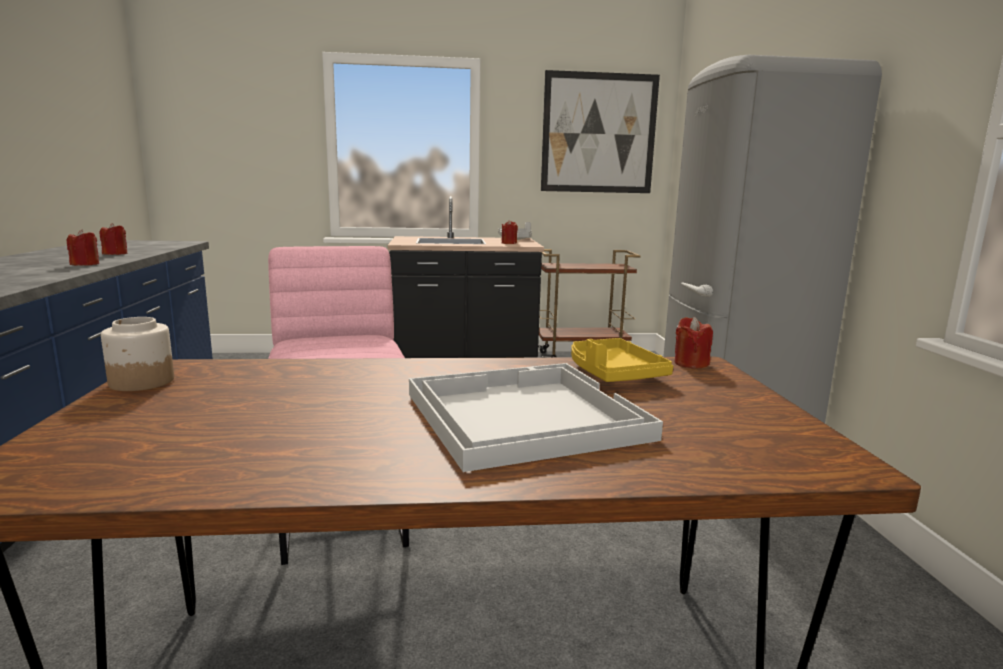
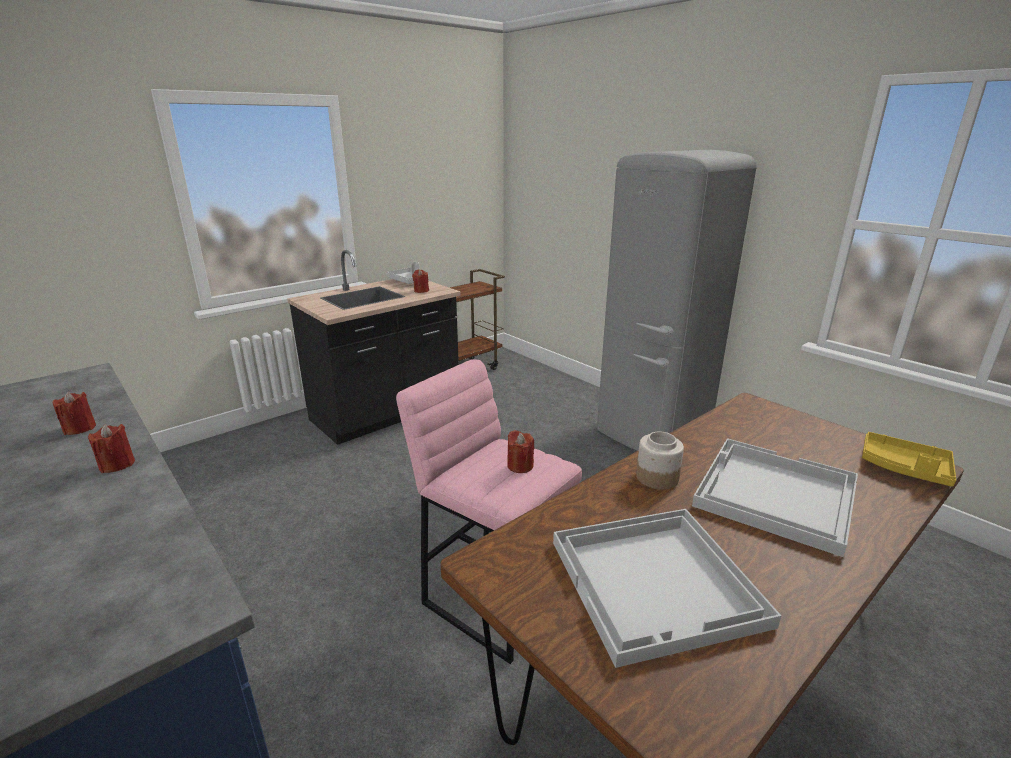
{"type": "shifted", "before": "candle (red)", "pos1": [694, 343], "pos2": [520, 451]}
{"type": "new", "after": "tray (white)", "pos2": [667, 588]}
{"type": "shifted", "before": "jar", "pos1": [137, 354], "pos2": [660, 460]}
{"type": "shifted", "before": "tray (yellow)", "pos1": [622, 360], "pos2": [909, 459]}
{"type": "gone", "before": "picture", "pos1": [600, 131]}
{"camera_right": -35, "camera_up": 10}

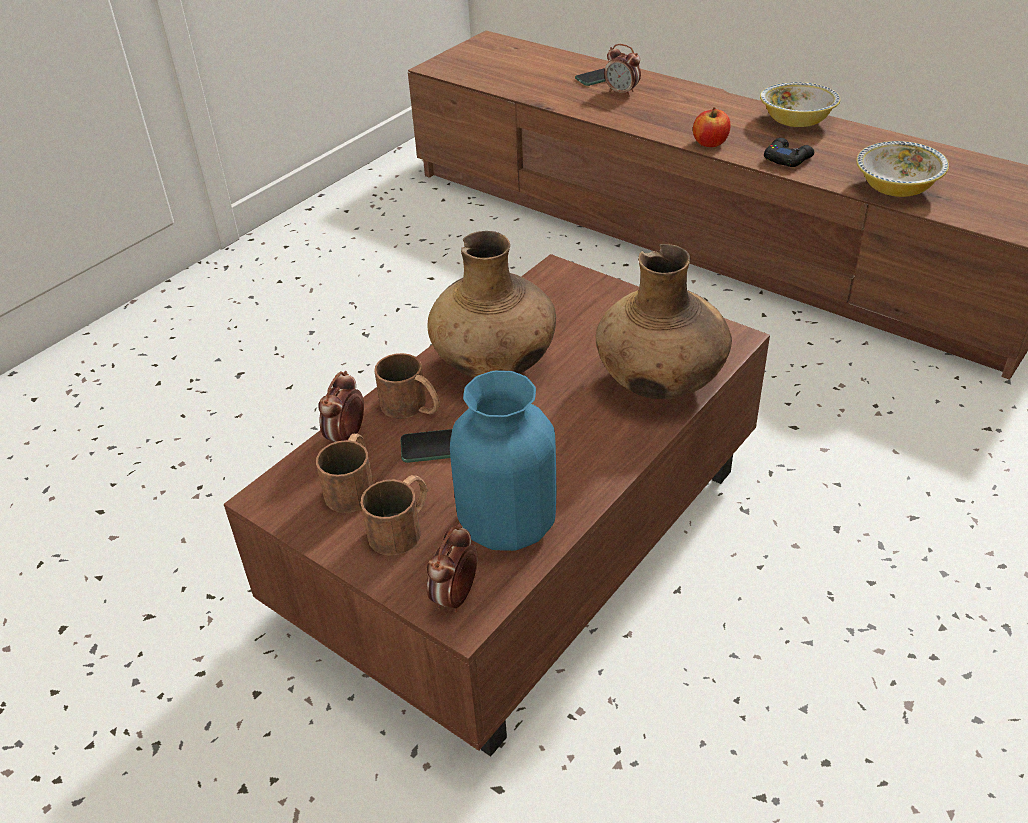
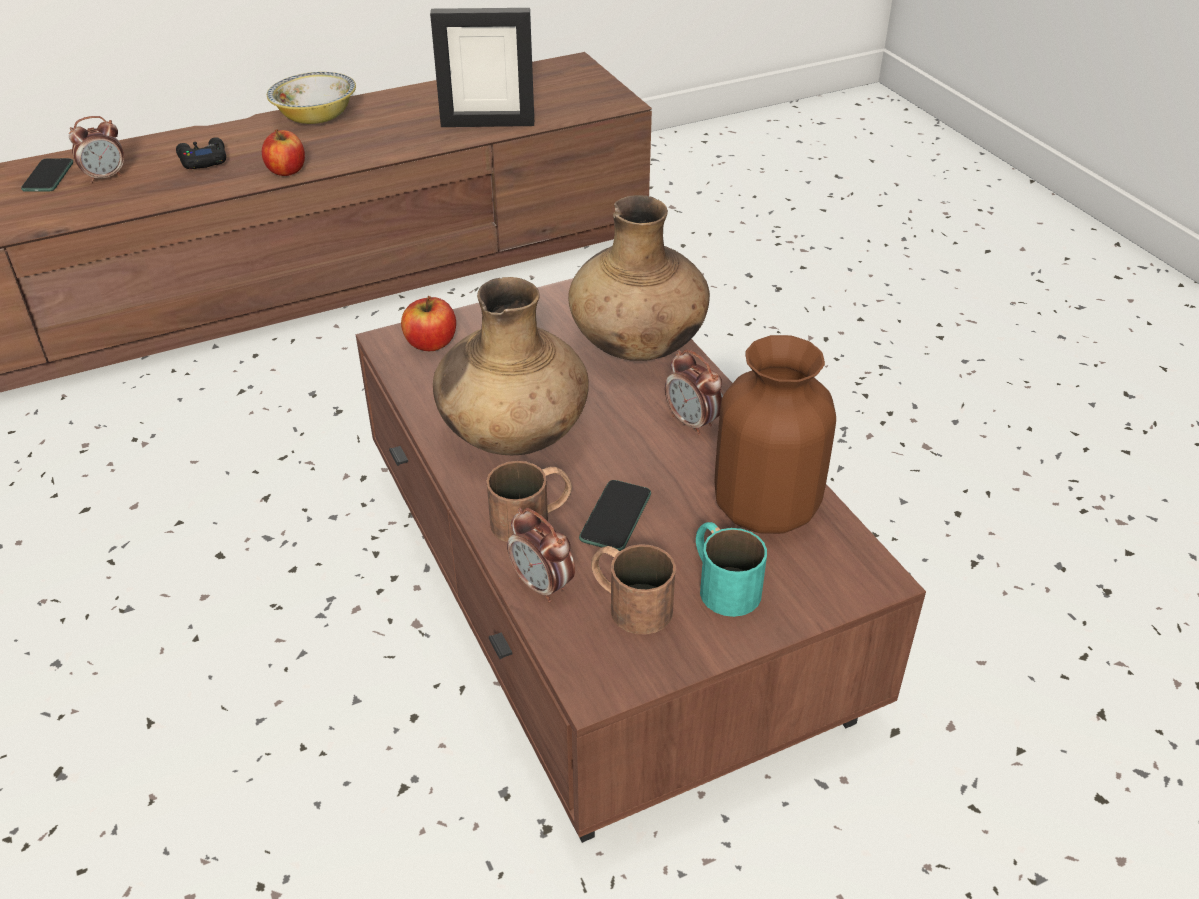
{"type": "shifted", "before": "game controller (black)", "pos1": [789, 152], "pos2": [201, 153]}
{"type": "new", "after": "apple", "pos2": [428, 323]}
{"type": "swapped", "before": "bowl", "after": "picture frame", "pos1": [902, 169], "pos2": [482, 67]}
{"type": "shifted", "before": "alarm clock", "pos1": [452, 567], "pos2": [694, 392]}
{"type": "repainted", "before": "mug (brown)", "after": "mug (turquoise)", "pos1": [394, 515], "pos2": [731, 569]}
{"type": "repainted", "before": "vase (blue)", "after": "vase (brown)", "pos1": [503, 461], "pos2": [775, 434]}
{"camera_right": -65, "camera_up": 0}

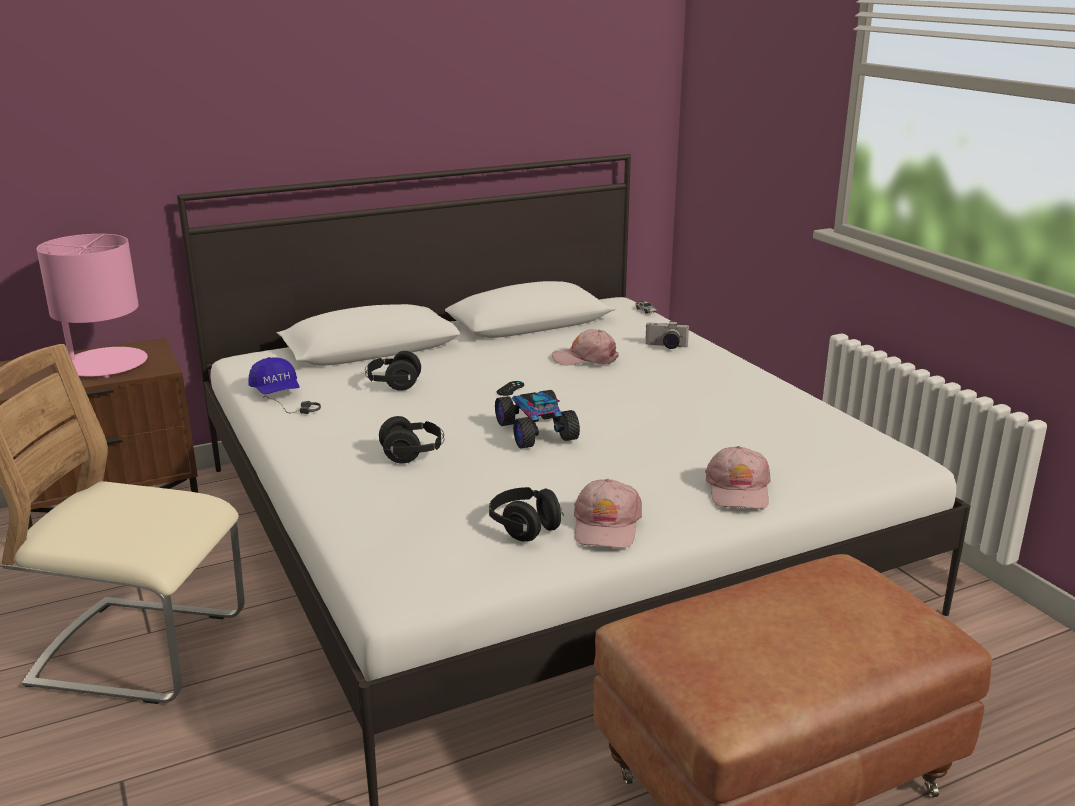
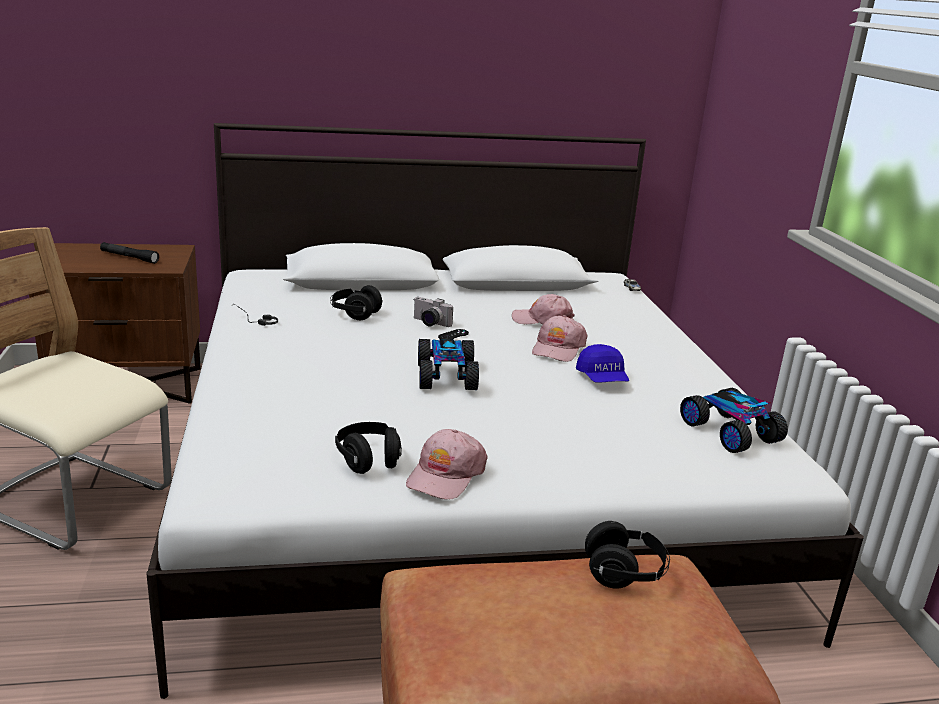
{"type": "swapped", "before": "table lamp (pink)", "after": "flashlight (black)", "pos1": [92, 306], "pos2": [129, 253]}
{"type": "shifted", "before": "photo camera", "pos1": [667, 335], "pos2": [433, 312]}
{"type": "shifted", "before": "cap (pink)", "pos1": [737, 477], "pos2": [559, 338]}
{"type": "shifted", "before": "cap (blue)", "pos1": [274, 375], "pos2": [602, 363]}
{"type": "shifted", "before": "headphones (black)", "pos1": [411, 440], "pos2": [627, 555]}
{"type": "new", "after": "toy car", "pos2": [734, 420]}
{"camera_right": 15, "camera_up": 0}

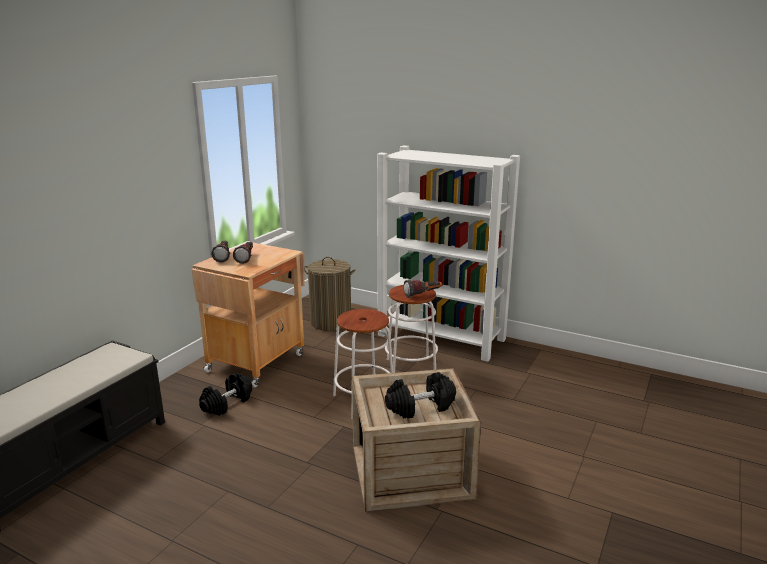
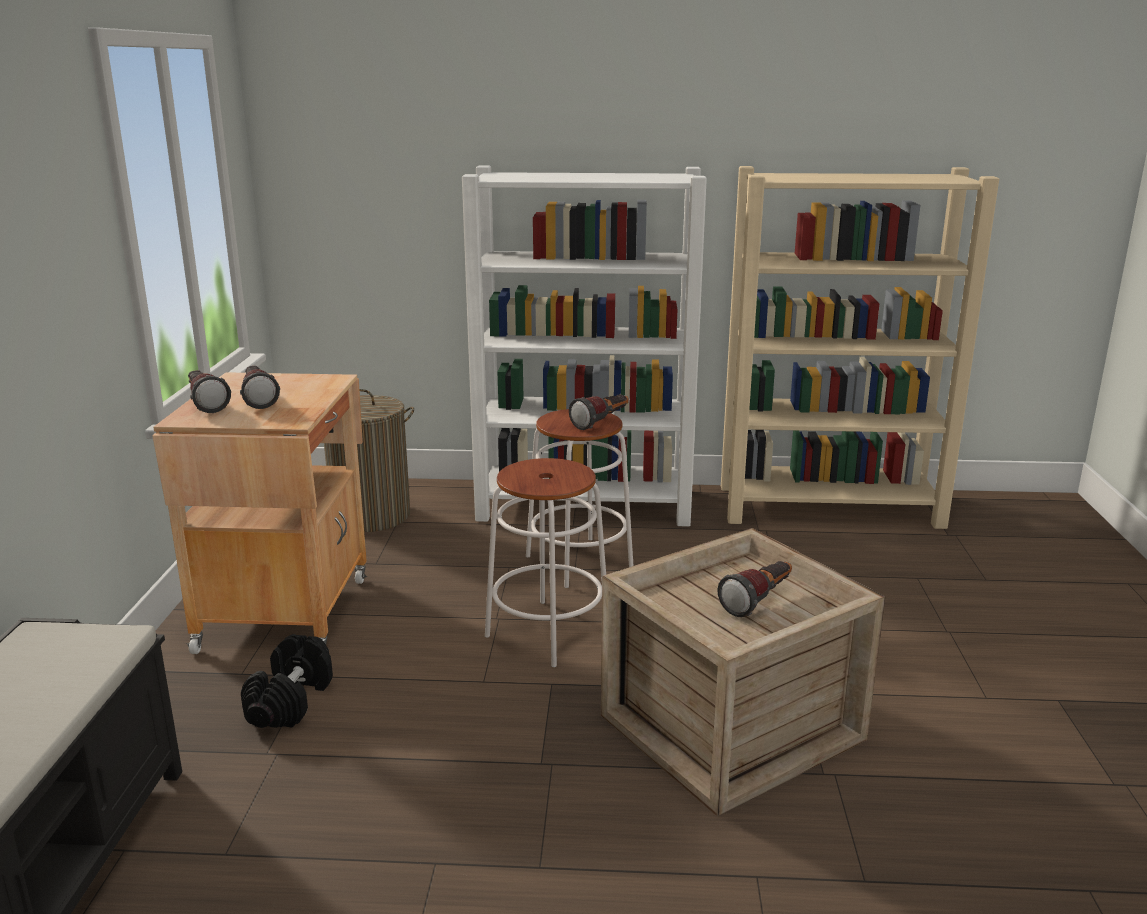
{"type": "swapped", "before": "dumbbell (black)", "after": "flashlight", "pos1": [420, 395], "pos2": [754, 589]}
{"type": "new", "after": "bookcase (beige)", "pos2": [860, 347]}
{"camera_right": -25, "camera_up": 0}

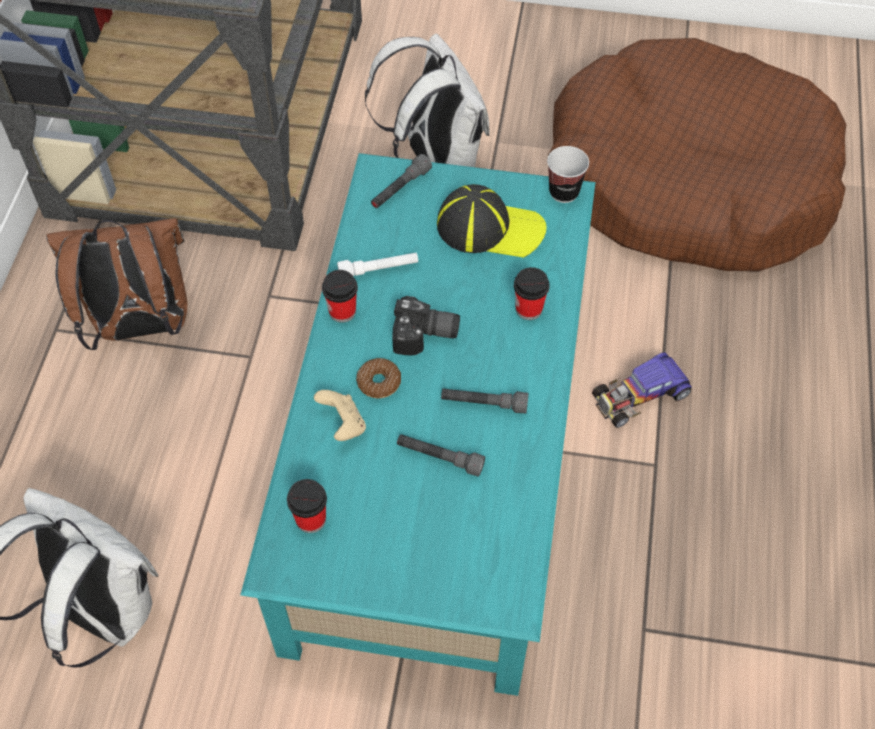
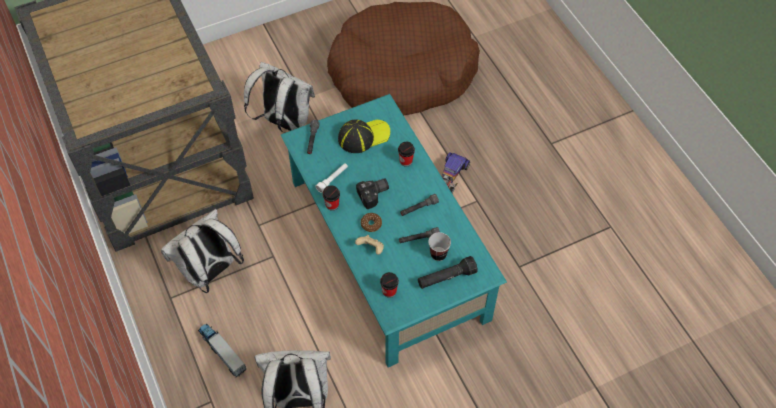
{"type": "repainted", "before": "backpack (brown)", "after": "backpack (white)", "pos1": [117, 284], "pos2": [202, 251]}
{"type": "new", "after": "toy truck", "pos2": [222, 350]}
{"type": "new", "after": "flashlight (black)", "pos2": [448, 272]}
{"type": "shifted", "before": "cup", "pos1": [568, 174], "pos2": [439, 246]}
{"camera_right": -35, "camera_up": 0}

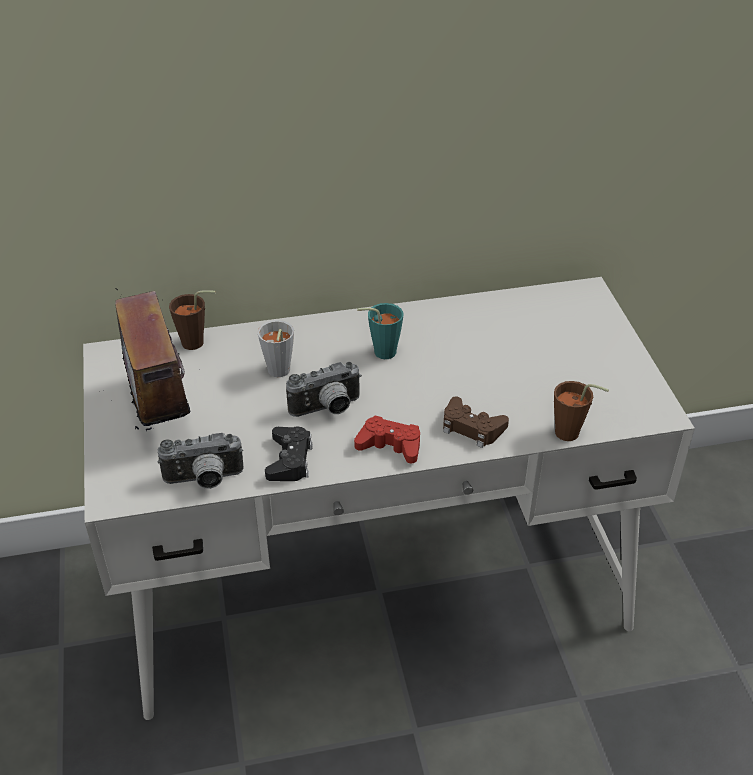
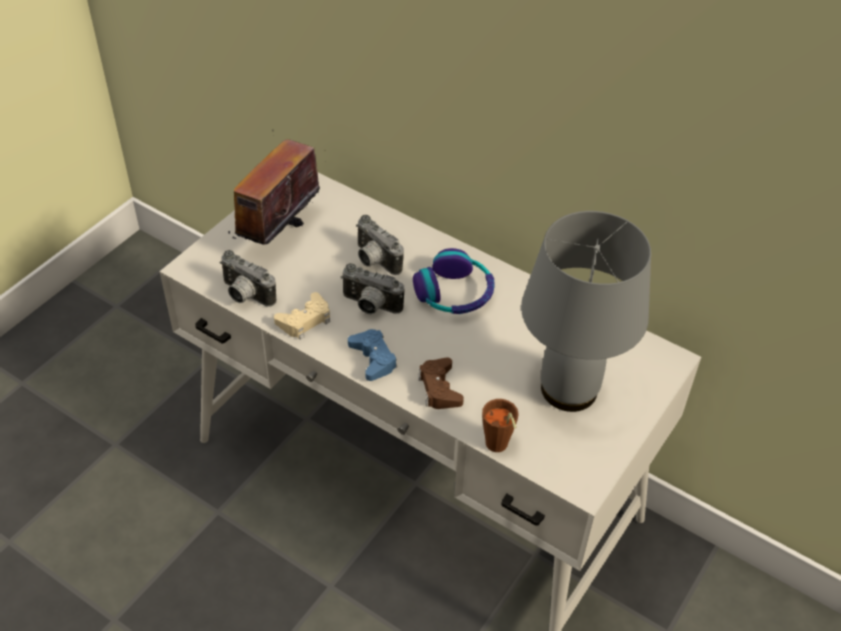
{"type": "repainted", "before": "game controller (black)", "after": "game controller (beige)", "pos1": [289, 454], "pos2": [302, 315]}
{"type": "repainted", "before": "game controller (red)", "after": "game controller (blue)", "pos1": [387, 439], "pos2": [372, 355]}
{"type": "swapped", "before": "cup (grey)", "after": "photo camera", "pos1": [276, 348], "pos2": [380, 245]}
{"type": "swapped", "before": "cup (turquoise)", "after": "headphones", "pos1": [380, 331], "pos2": [454, 281]}
{"type": "new", "after": "table lamp (grey)", "pos2": [586, 311]}
{"type": "gone", "before": "cup (brown)", "pos1": [192, 320]}
{"camera_right": 45, "camera_up": 5}

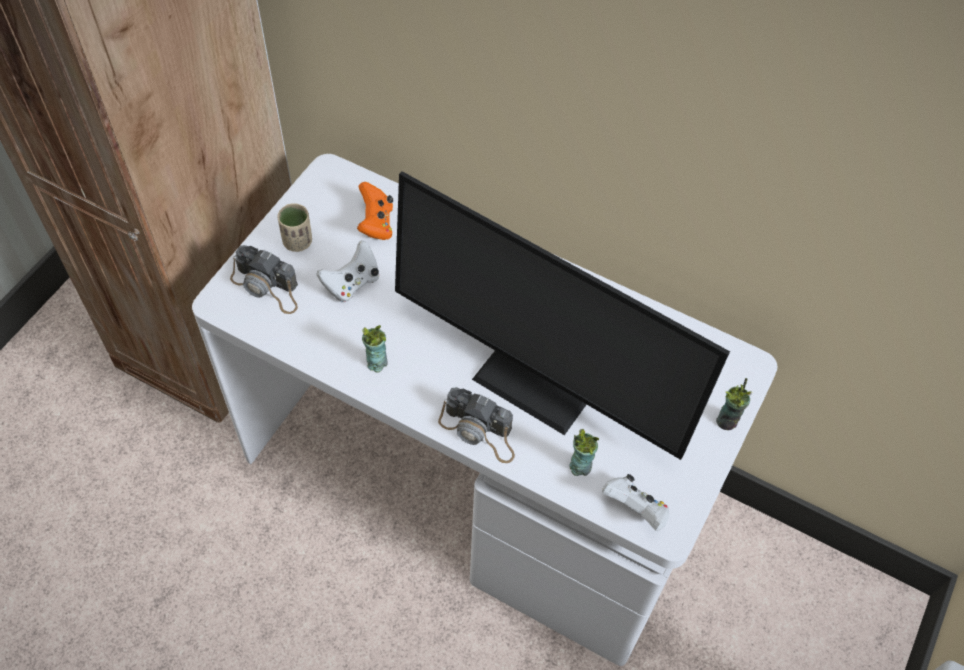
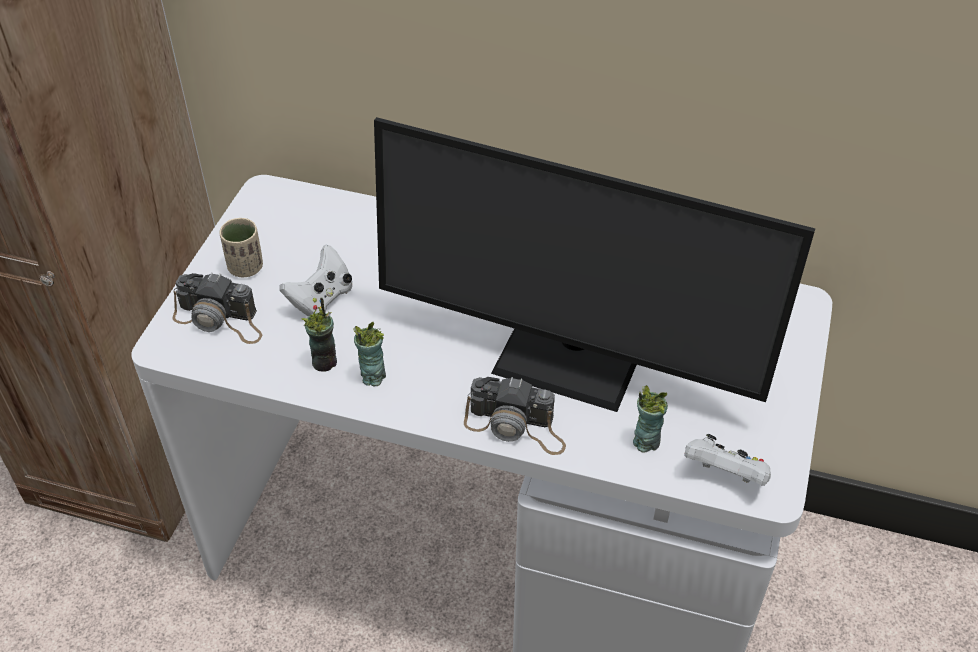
{"type": "shifted", "before": "cup", "pos1": [734, 404], "pos2": [319, 334]}
{"type": "gone", "before": "game controller (orange)", "pos1": [375, 211]}
{"camera_right": -10, "camera_up": -10}

